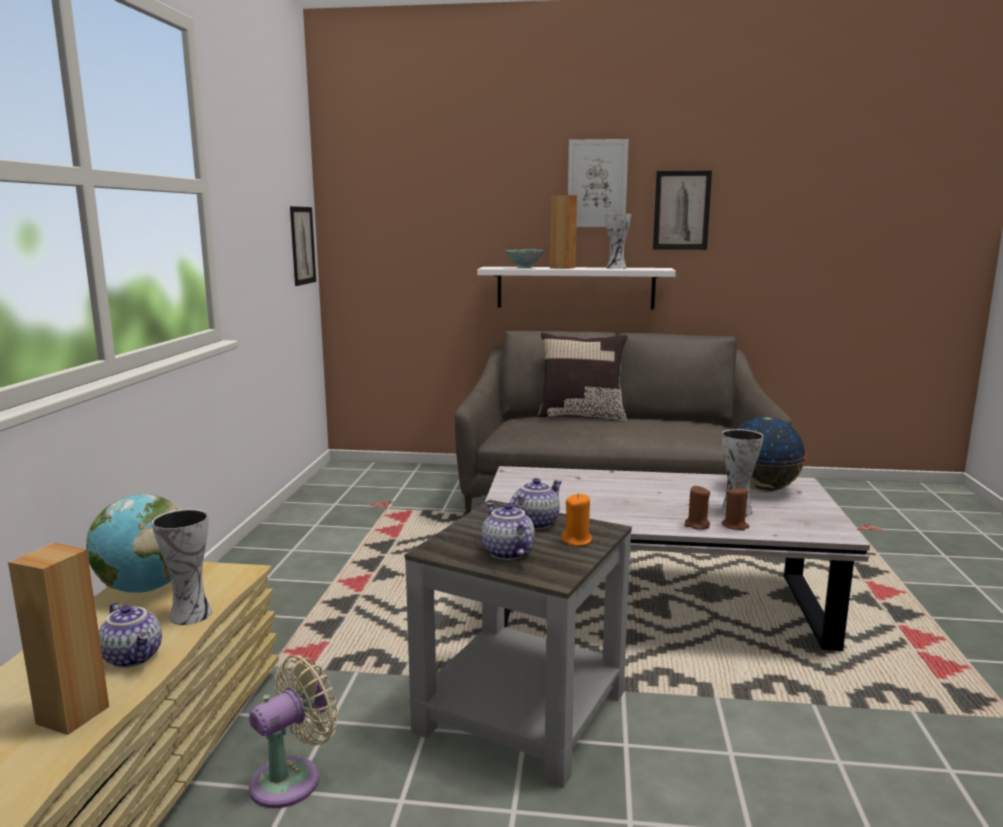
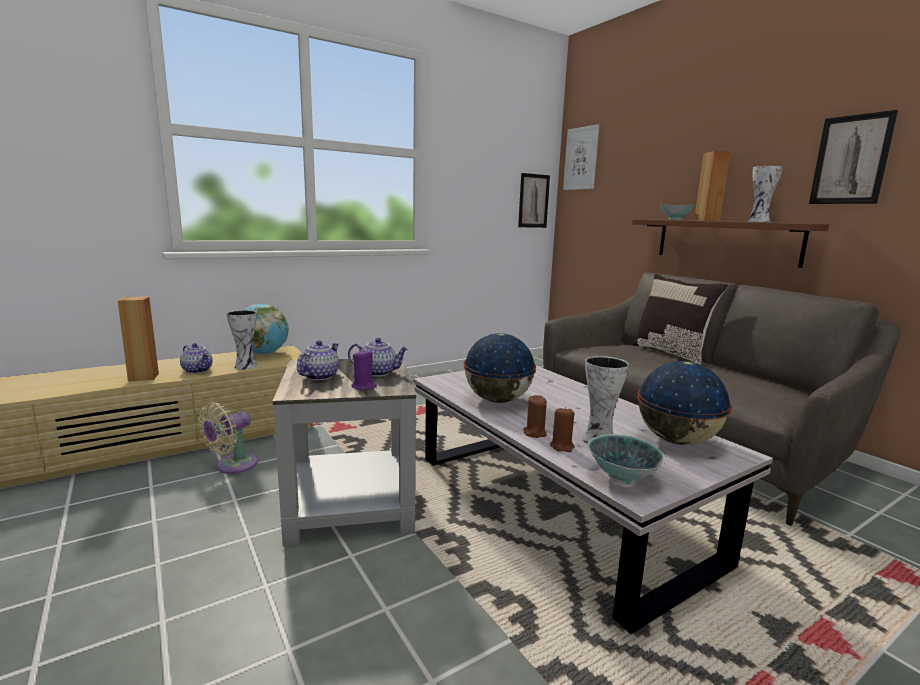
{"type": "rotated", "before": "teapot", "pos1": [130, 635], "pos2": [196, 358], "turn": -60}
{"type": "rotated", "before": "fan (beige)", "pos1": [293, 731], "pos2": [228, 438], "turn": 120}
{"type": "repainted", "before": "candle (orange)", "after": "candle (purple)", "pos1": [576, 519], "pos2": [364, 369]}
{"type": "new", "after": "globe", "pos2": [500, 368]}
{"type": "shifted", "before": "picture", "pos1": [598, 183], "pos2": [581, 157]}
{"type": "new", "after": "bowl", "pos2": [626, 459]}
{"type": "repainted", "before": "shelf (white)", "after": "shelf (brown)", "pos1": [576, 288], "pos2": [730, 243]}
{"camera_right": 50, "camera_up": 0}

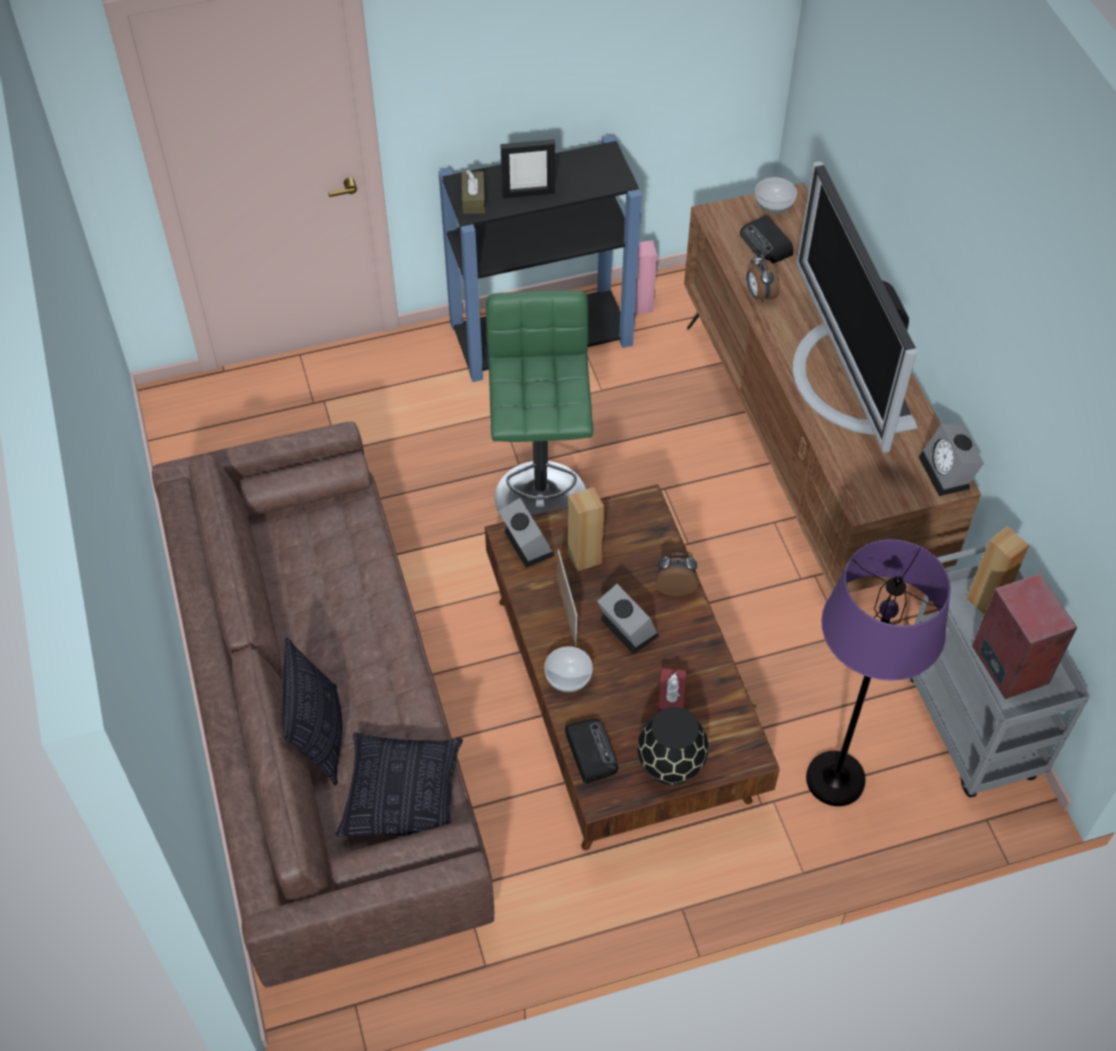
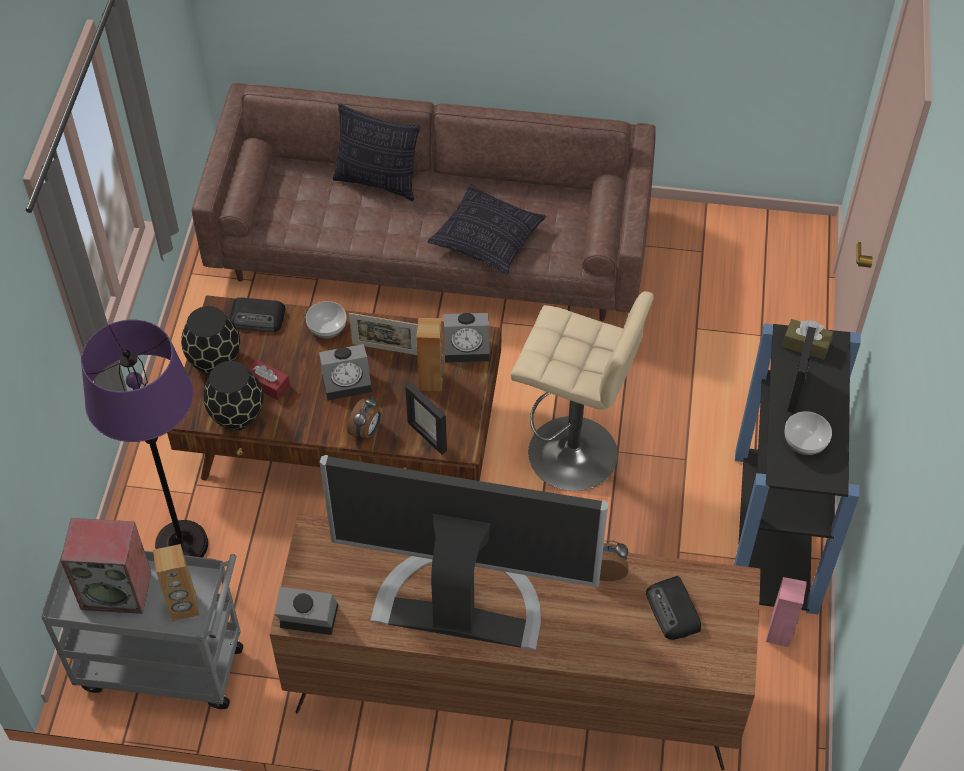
{"type": "new", "after": "vase (black)", "pos2": [233, 395]}
{"type": "new", "after": "picture frame", "pos2": [426, 418]}
{"type": "shifted", "before": "pillow", "pos1": [399, 784], "pos2": [487, 229]}
{"type": "repainted", "before": "stool (green)", "after": "stool (beige)", "pos1": [539, 403], "pos2": [582, 391]}
{"type": "rotated", "before": "radio", "pos1": [766, 239], "pos2": [673, 608], "turn": -105}
{"type": "shifted", "before": "bowl", "pos1": [776, 195], "pos2": [808, 433]}
{"camera_right": 115, "camera_up": 0}

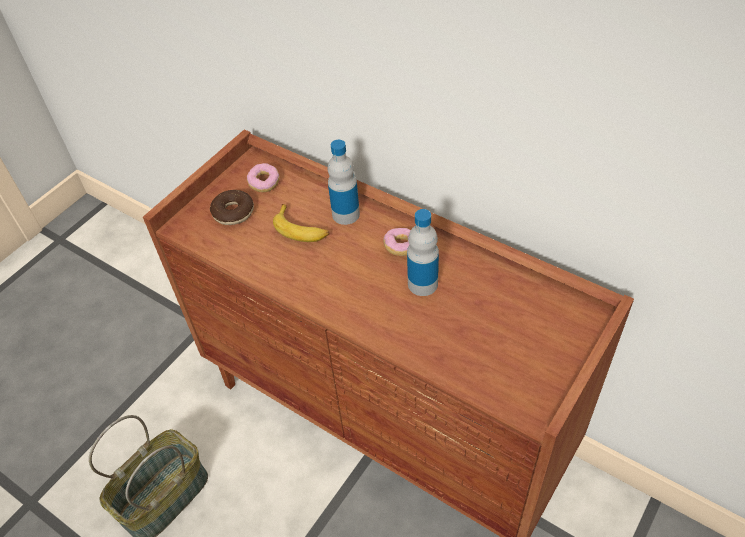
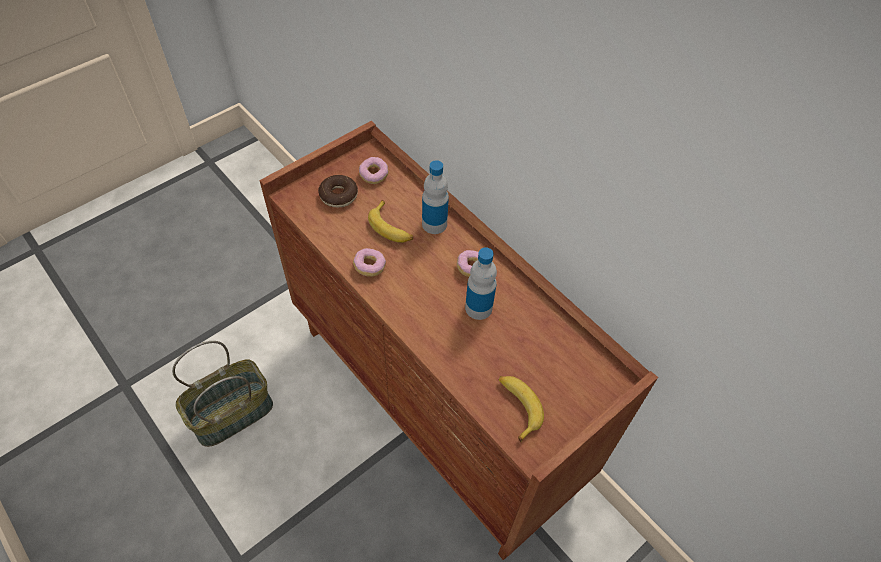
{"type": "new", "after": "donut", "pos2": [369, 262]}
{"type": "new", "after": "banana", "pos2": [521, 409]}
{"camera_right": 10, "camera_up": 5}

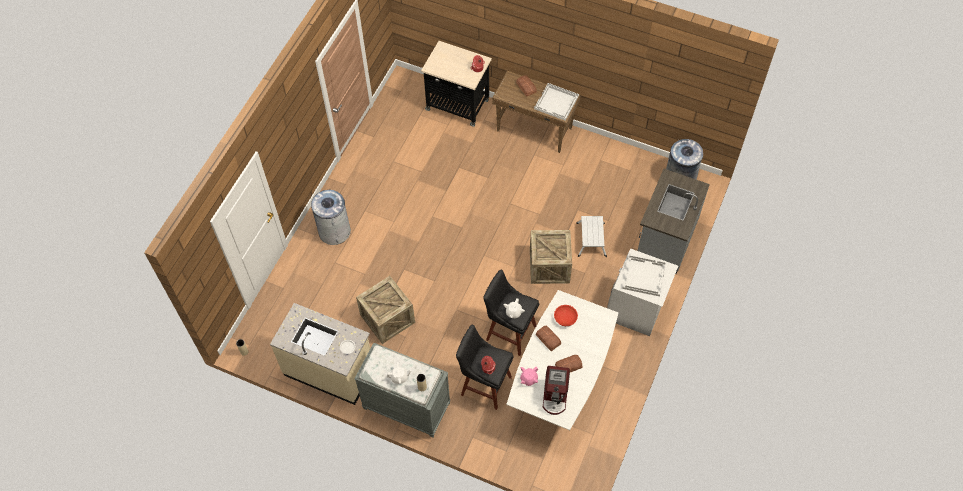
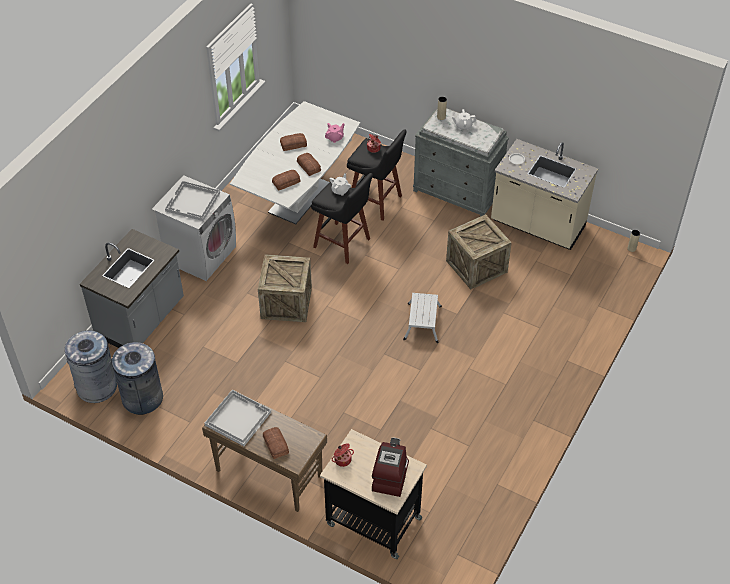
{"type": "shifted", "before": "trash can (grey)", "pos1": [331, 217], "pos2": [137, 378]}
{"type": "swapped", "before": "bowl (red)", "after": "bread", "pos1": [566, 315], "pos2": [286, 180]}
{"type": "shifted", "before": "coffee machine", "pos1": [556, 390], "pos2": [390, 467]}
{"type": "shifted", "before": "step ladder (white)", "pos1": [592, 236], "pos2": [422, 318]}
{"camera_right": -175, "camera_up": -10}

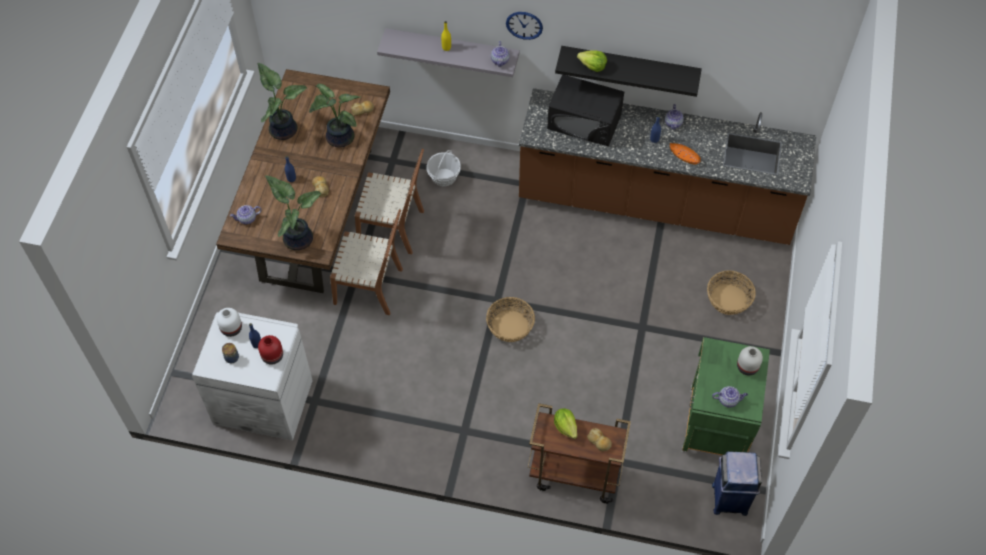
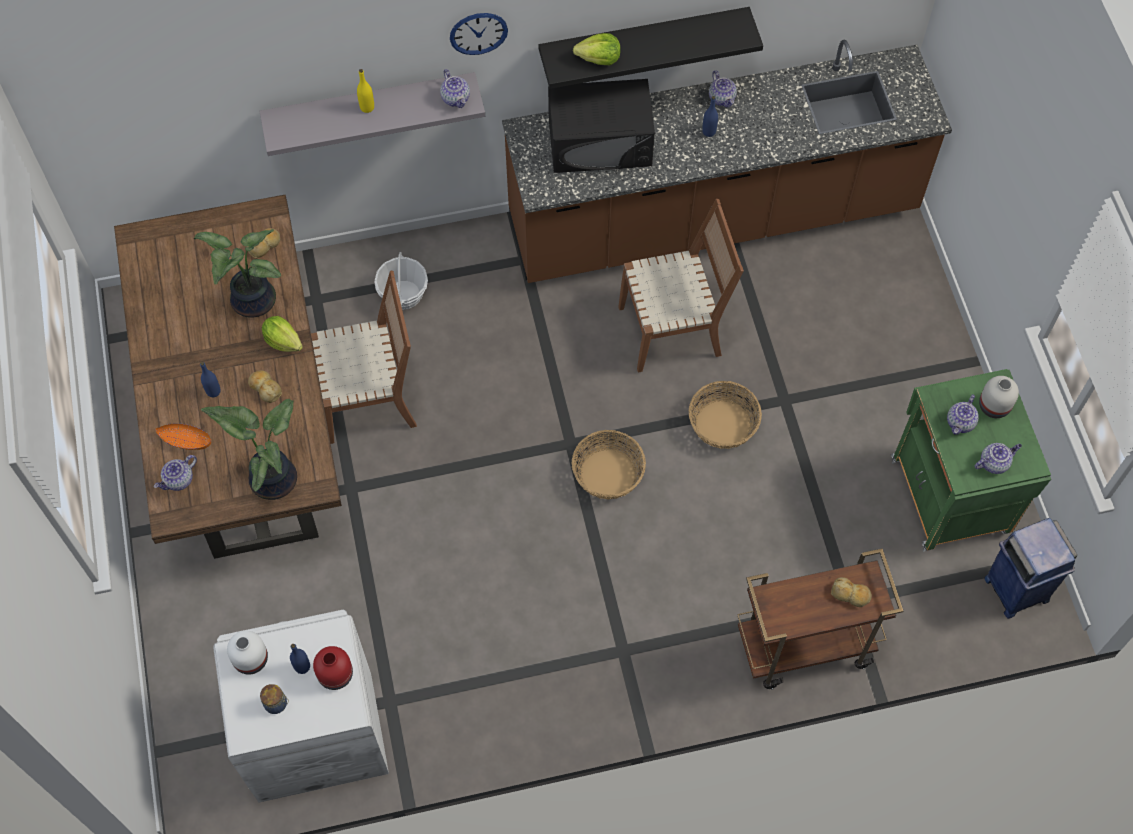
{"type": "shifted", "before": "bowl (orange)", "pos1": [685, 154], "pos2": [183, 436]}
{"type": "shifted", "before": "lettuce", "pos1": [565, 423], "pos2": [282, 334]}
{"type": "shifted", "before": "chair", "pos1": [366, 262], "pos2": [681, 285]}
{"type": "shifted", "before": "basket", "pos1": [731, 293], "pos2": [725, 415]}
{"type": "new", "after": "teapot", "pos2": [963, 414]}
{"type": "gone", "before": "potted plant", "pos1": [282, 101]}
{"camera_right": -25, "camera_up": 5}

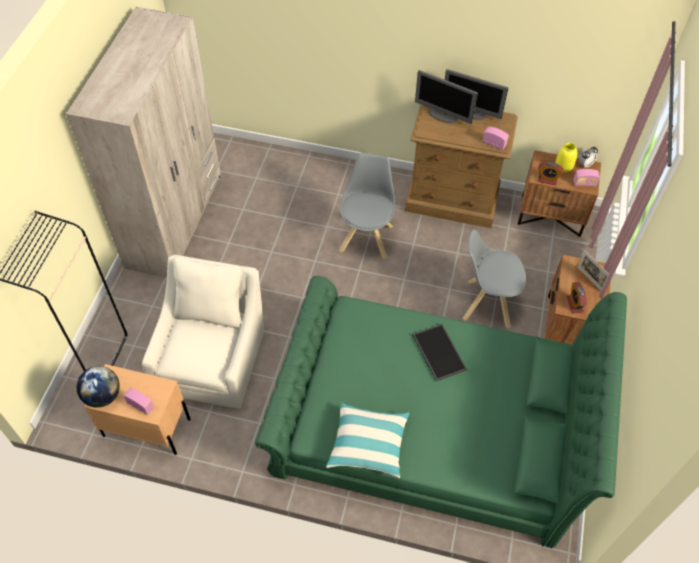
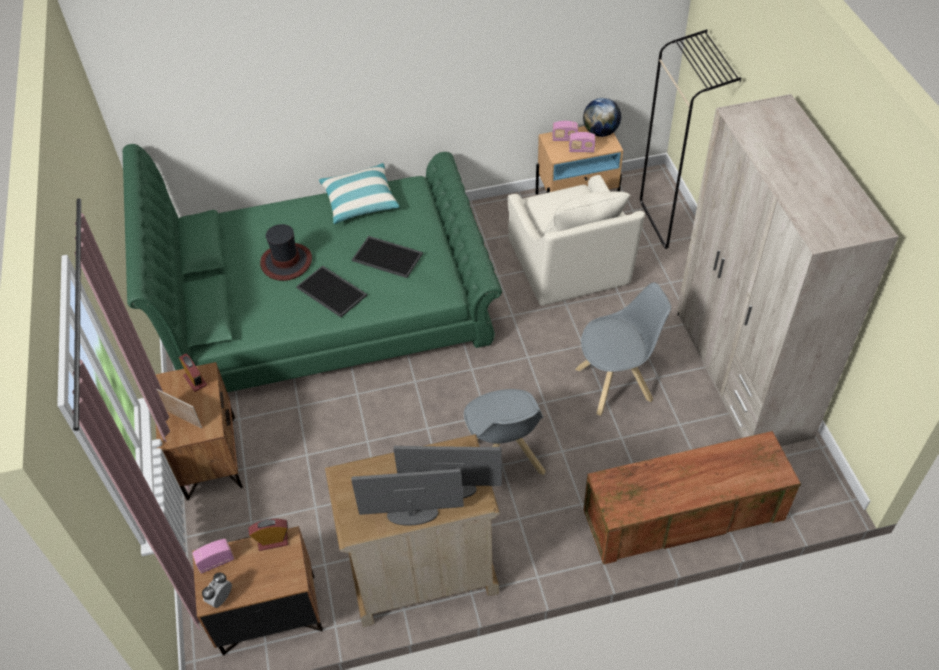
{"type": "new", "after": "hat", "pos2": [286, 252]}
{"type": "new", "after": "tray", "pos2": [387, 257]}
{"type": "shifted", "before": "radio", "pos1": [495, 138], "pos2": [582, 142]}
{"type": "shifted", "before": "chair (grey)", "pos1": [494, 278], "pos2": [623, 349]}
{"type": "new", "after": "bench (brown)", "pos2": [692, 498]}
{"type": "gone", "before": "vase (yellow)", "pos1": [567, 158]}
{"camera_right": 155, "camera_up": -5}

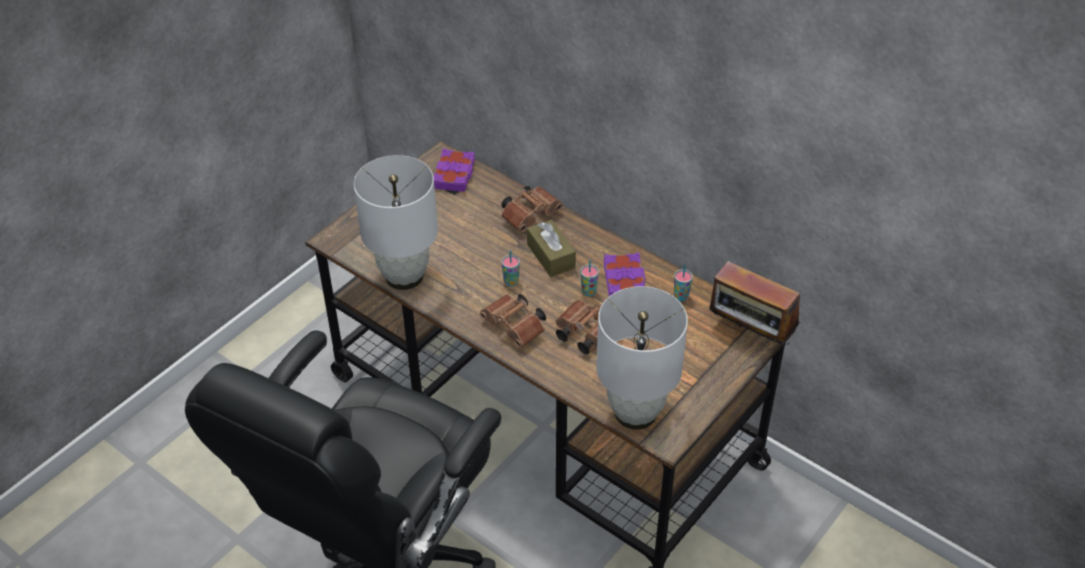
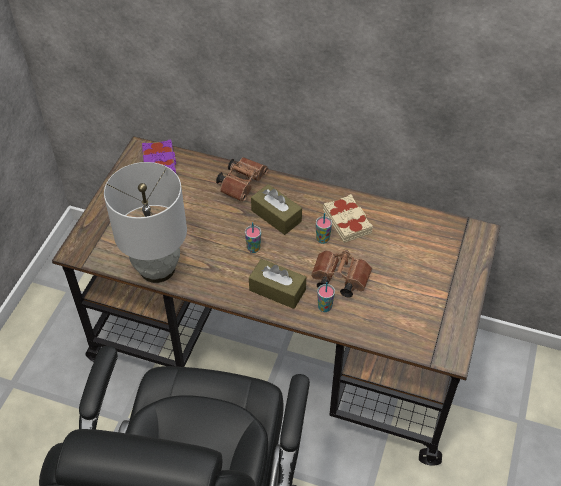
{"type": "swapped", "before": "binoculars (brown)", "after": "tissue box (brown)", "pos1": [513, 321], "pos2": [277, 284]}
{"type": "shifted", "before": "cup", "pos1": [683, 283], "pos2": [326, 297]}
{"type": "repainted", "before": "book (purple)", "after": "book (beige)", "pos1": [624, 274], "pos2": [348, 218]}
{"type": "gone", "before": "table lamp (white)", "pos1": [642, 358]}
{"type": "gone", "before": "radio", "pos1": [754, 304]}
{"camera_right": -20, "camera_up": 5}

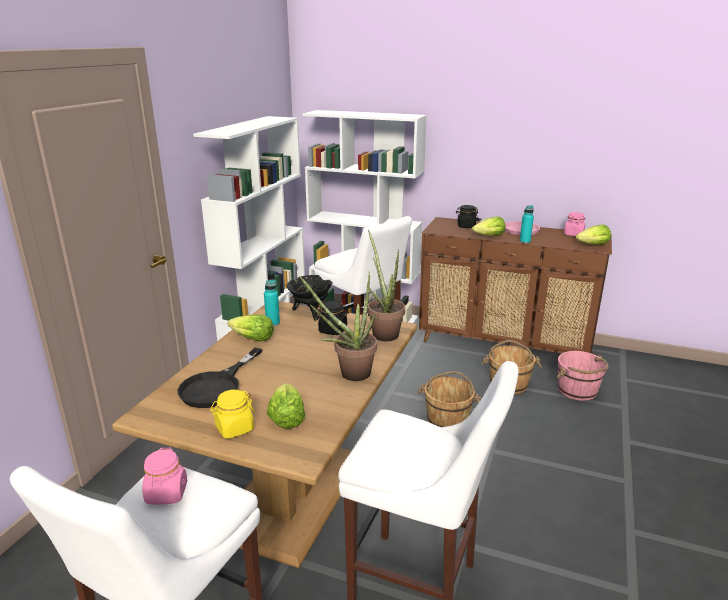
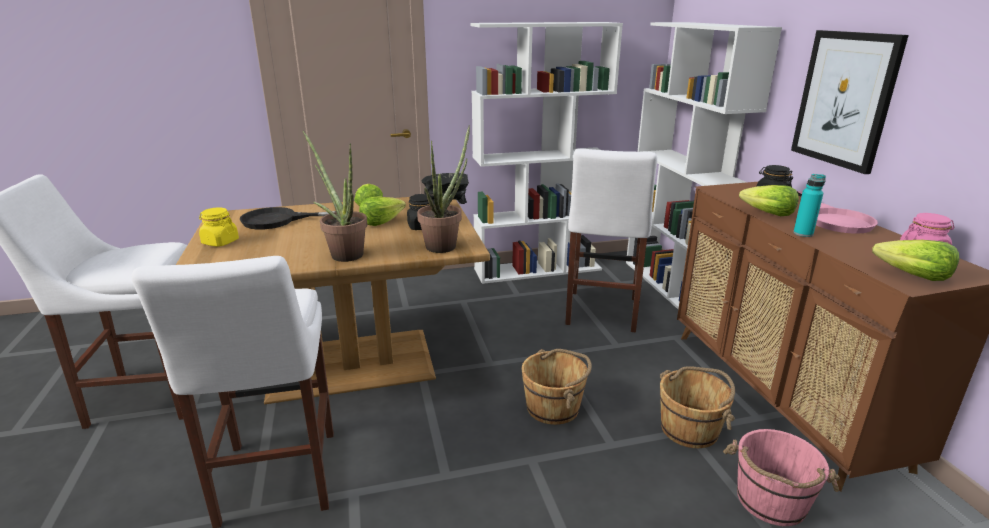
{"type": "shifted", "before": "lettuce", "pos1": [286, 406], "pos2": [382, 211]}
{"type": "new", "after": "picture", "pos2": [850, 102]}
{"type": "gone", "before": "jar (pink)", "pos1": [164, 476]}
{"type": "gone", "before": "bottle (turquoise)", "pos1": [272, 303]}
{"camera_right": 55, "camera_up": 0}

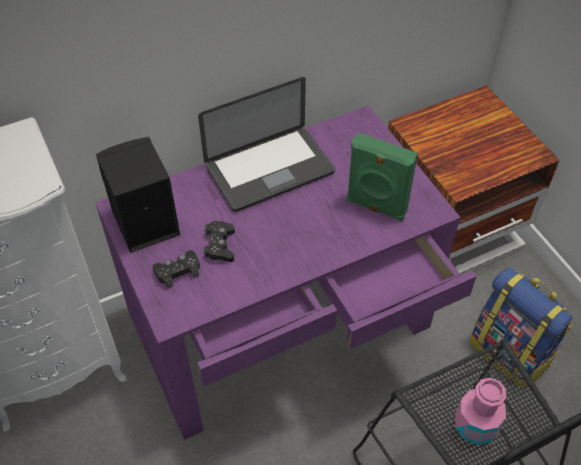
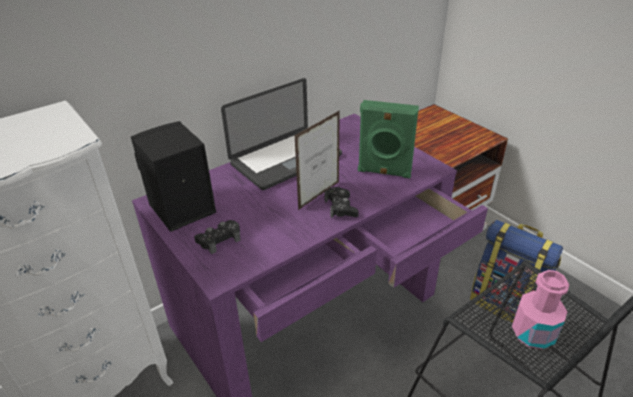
{"type": "new", "after": "picture frame", "pos2": [317, 160]}
{"type": "shifted", "before": "game controller (black)", "pos1": [219, 241], "pos2": [341, 202]}
{"camera_right": -10, "camera_up": -15}

